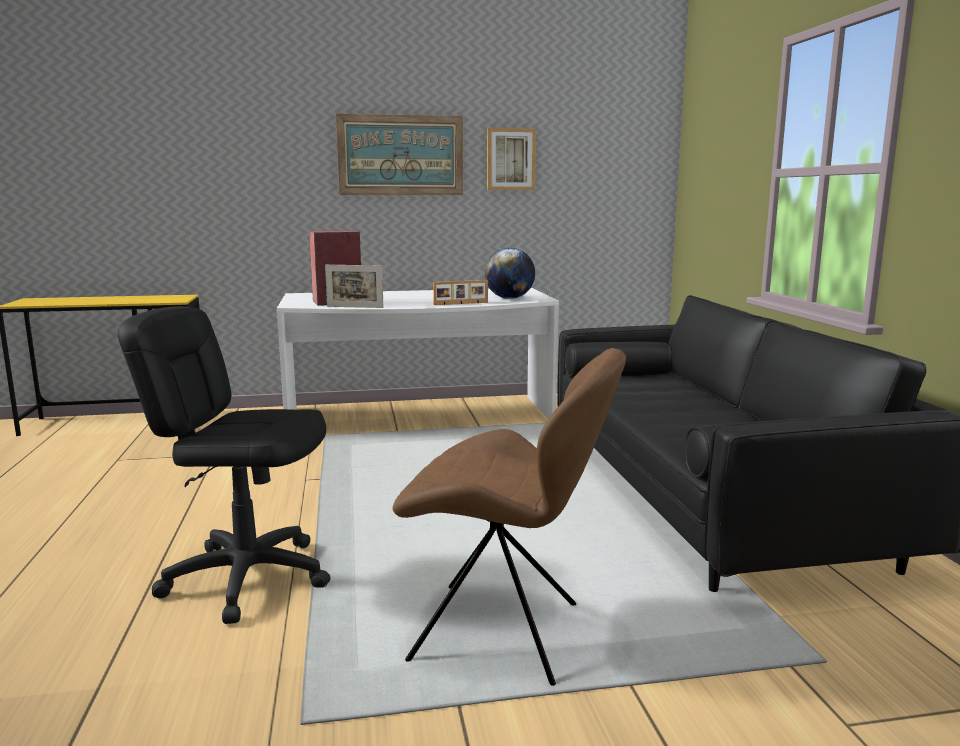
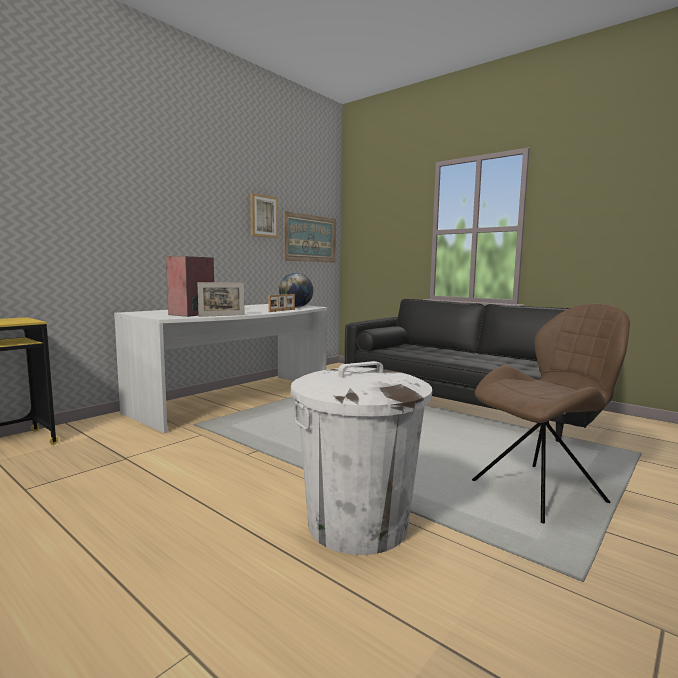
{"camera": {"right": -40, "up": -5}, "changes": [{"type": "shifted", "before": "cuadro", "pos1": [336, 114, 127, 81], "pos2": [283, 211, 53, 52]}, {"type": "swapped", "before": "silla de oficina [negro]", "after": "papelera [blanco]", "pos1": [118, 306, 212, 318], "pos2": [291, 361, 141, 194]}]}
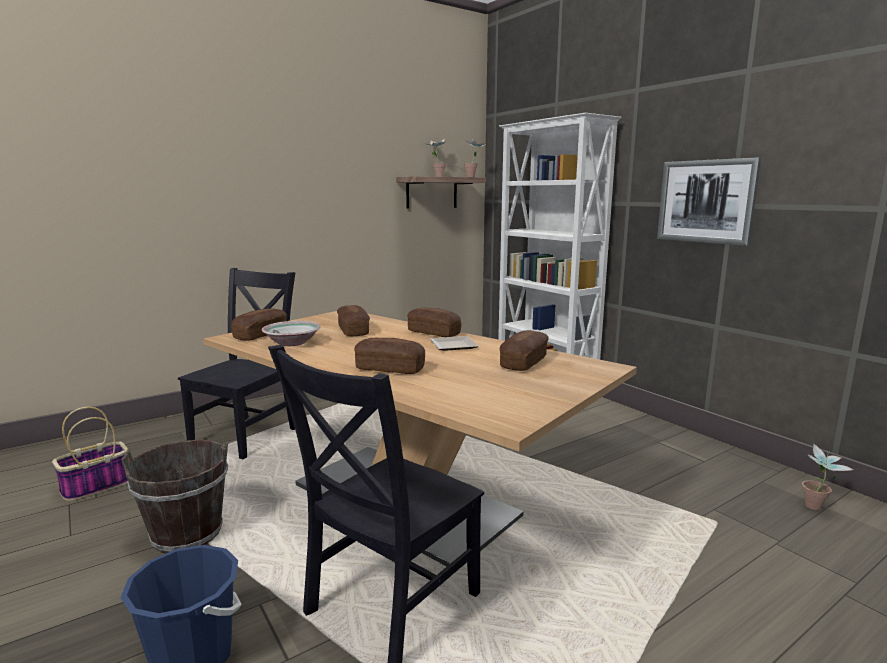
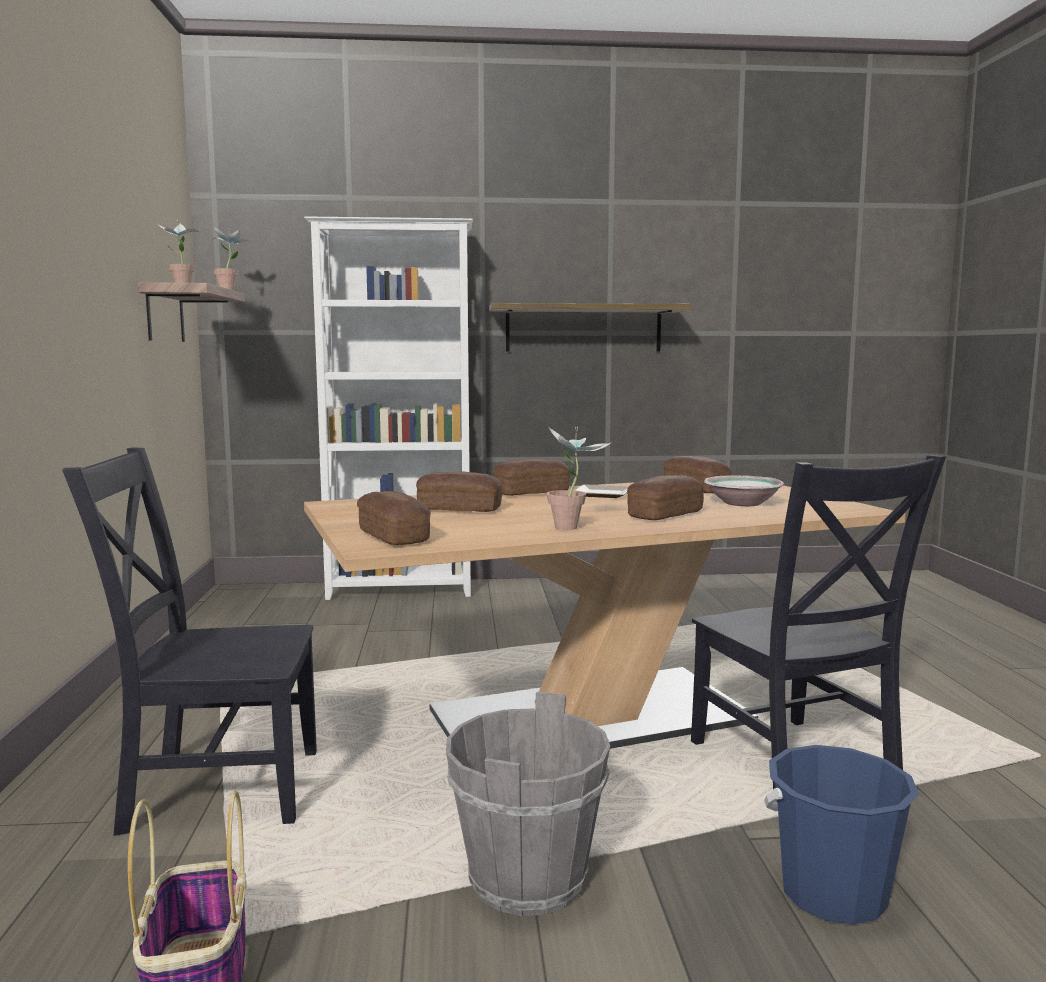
{"camera": {"right": -60, "up": -5}, "changes": [{"type": "rotated", "before": "silla [negro]", "pos1": [178, 268, 117, 191], "pos2": [62, 447, 255, 389], "turn": -60}, {"type": "repainted", "before": "cubo [marrón]", "after": "cubo [gris]", "pos1": [121, 440, 107, 114], "pos2": [446, 692, 164, 224]}, {"type": "swapped", "before": "cuadro", "after": "estante", "pos1": [657, 157, 104, 89], "pos2": [489, 303, 203, 48]}, {"type": "shifted", "before": "planta en maceta", "pos1": [802, 444, 52, 66], "pos2": [546, 427, 66, 103]}, {"type": "shifted", "before": "cuenco", "pos1": [262, 321, 59, 25], "pos2": [704, 475, 80, 31]}]}
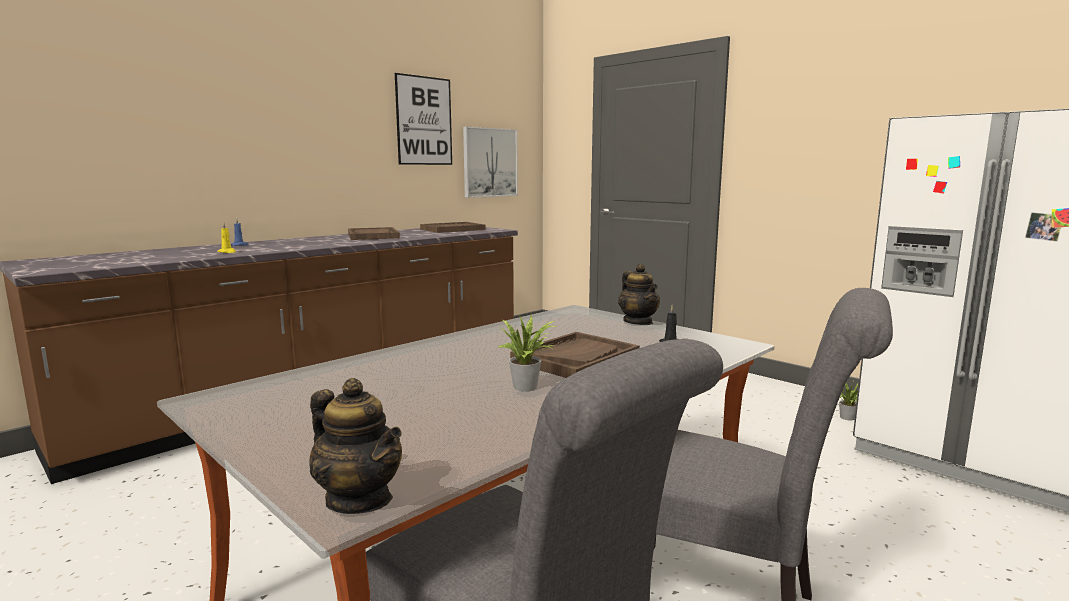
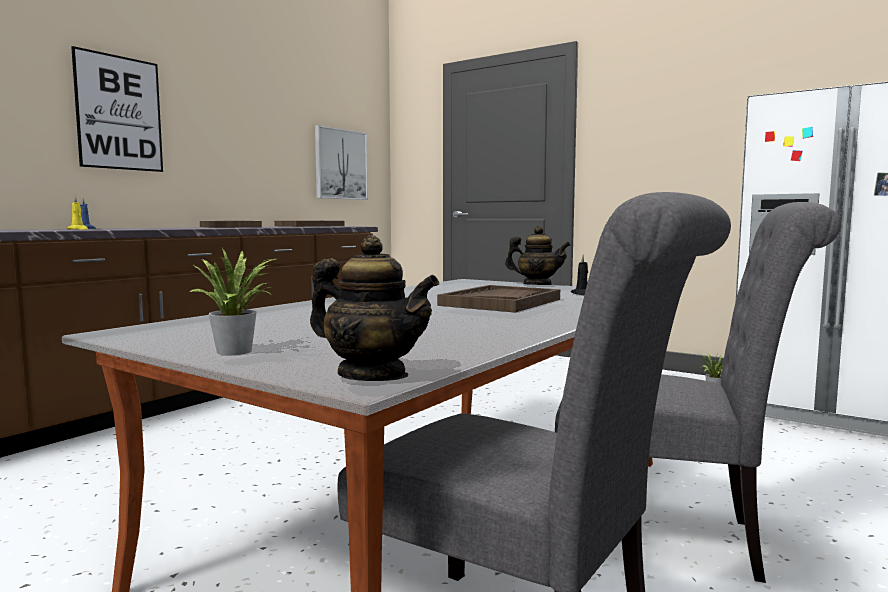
{"camera": {"right": -10, "up": -5}, "changes": [{"type": "shifted", "before": "cuadro", "pos1": [395, 73, 57, 92], "pos2": [71, 46, 92, 126]}, {"type": "shifted", "before": "planta en maceta", "pos1": [499, 315, 58, 76], "pos2": [188, 248, 88, 107]}, {"type": "rotated", "before": "tetera", "pos1": [618, 264, 42, 61], "pos2": [505, 226, 66, 59], "turn": -45}]}
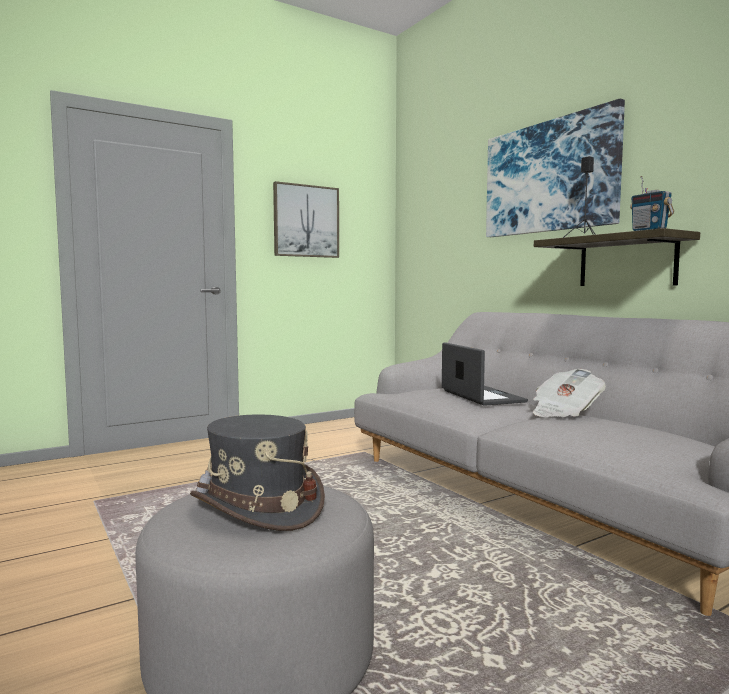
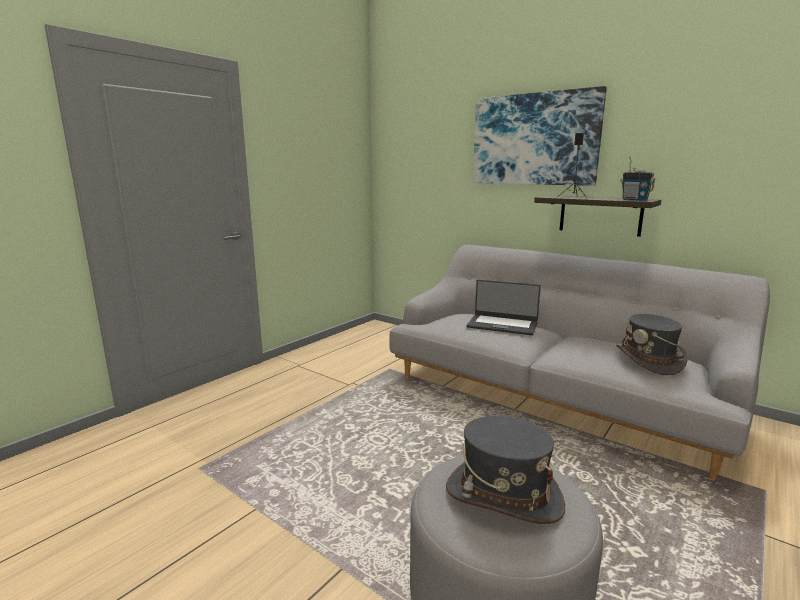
{"camera": {"right": -20, "up": 10}, "changes": [{"type": "rotated", "before": "portátil", "pos1": [442, 342, 86, 64], "pos2": [467, 280, 74, 55], "turn": 150}, {"type": "new", "after": "sombrero [gris]", "pos2": [616, 314, 71, 61]}, {"type": "gone", "before": "cuadro", "pos1": [273, 181, 66, 77]}, {"type": "gone", "before": "periódico", "pos1": [533, 369, 73, 48]}]}
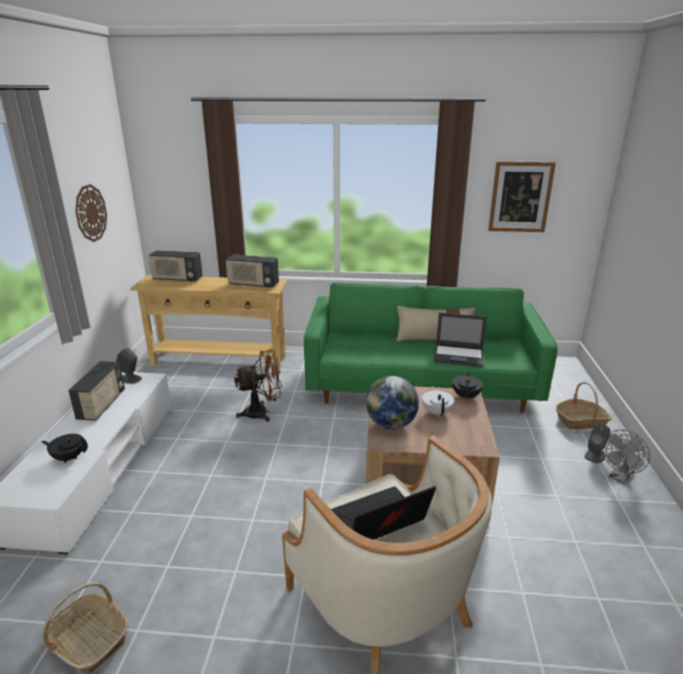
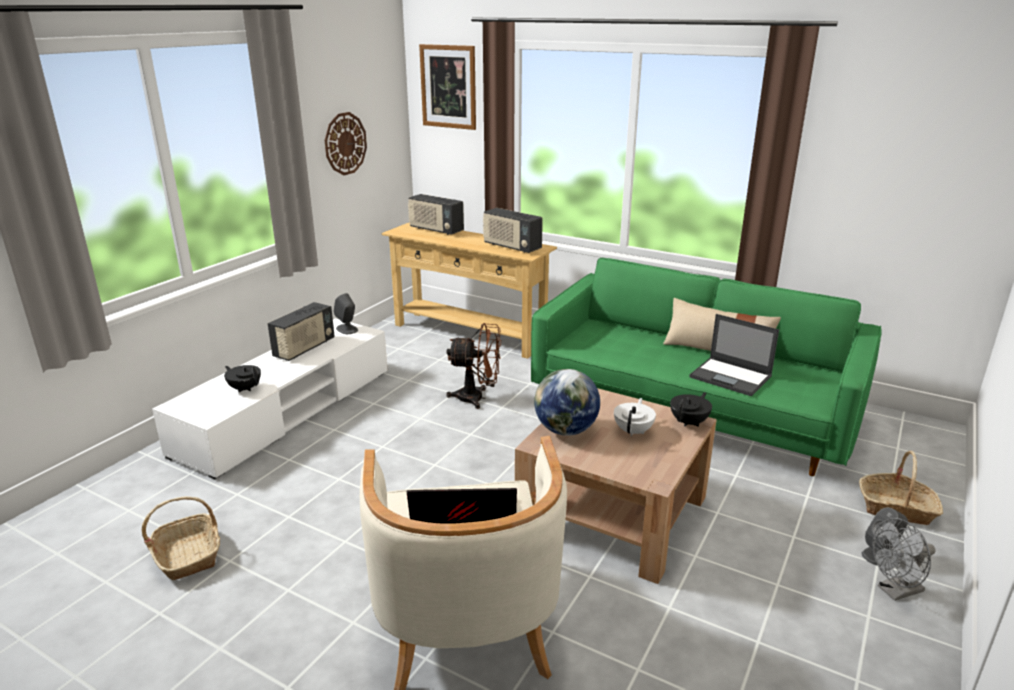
{"camera": {"right": 25, "up": 0}, "changes": [{"type": "shifted", "before": "cuadro", "pos1": [488, 161, 68, 71], "pos2": [419, 44, 57, 86]}]}
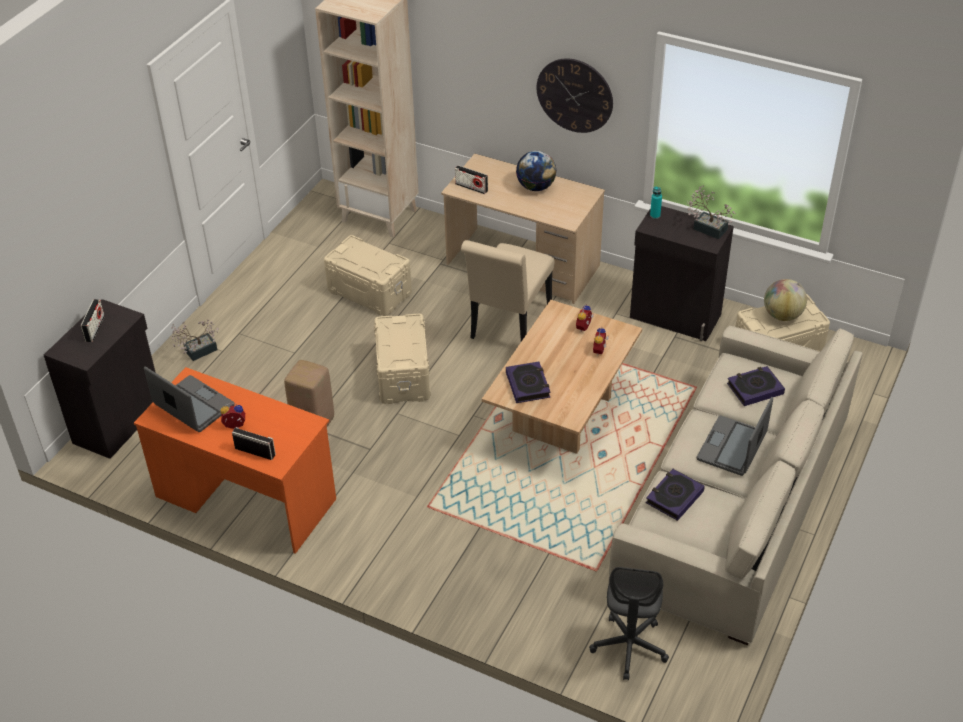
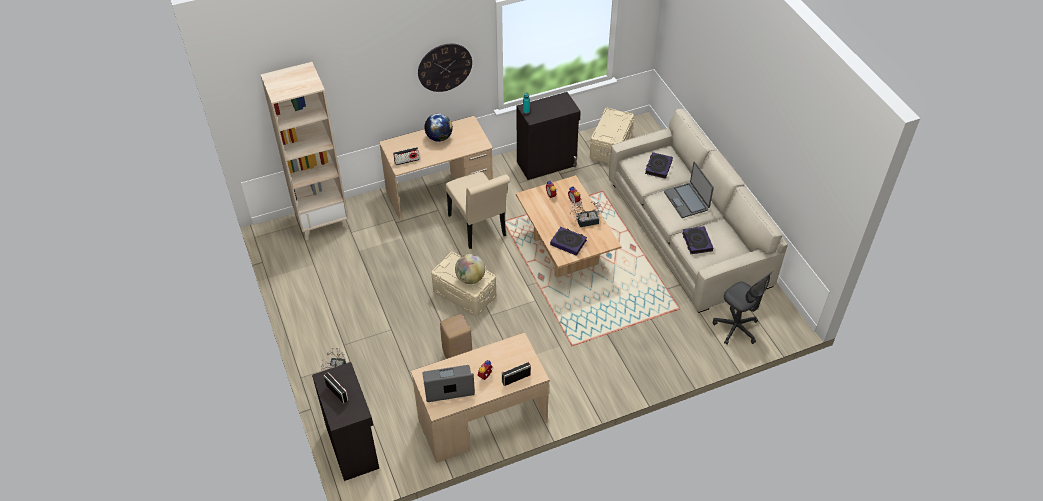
{"camera": {"right": -50, "up": 5}, "changes": [{"type": "repainted", "before": "escritorio [naranja]", "after": "escritorio [beis]", "pos1": [134, 367, 202, 187], "pos2": [411, 333, 139, 130]}, {"type": "shifted", "before": "globo terráqueo", "pos1": [764, 279, 43, 42], "pos2": [455, 254, 30, 30]}, {"type": "shifted", "before": "planta en maceta", "pos1": [687, 186, 49, 53], "pos2": [569, 199, 35, 28]}, {"type": "gone", "before": "caja de almacenaje [beis]", "pos1": [324, 235, 88, 81]}]}
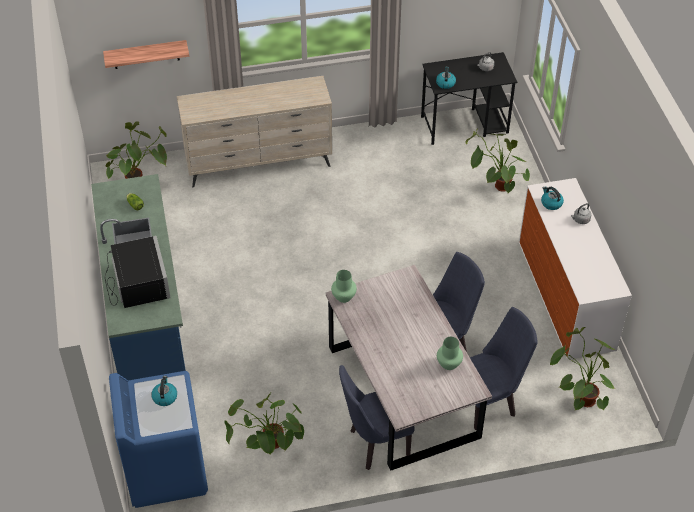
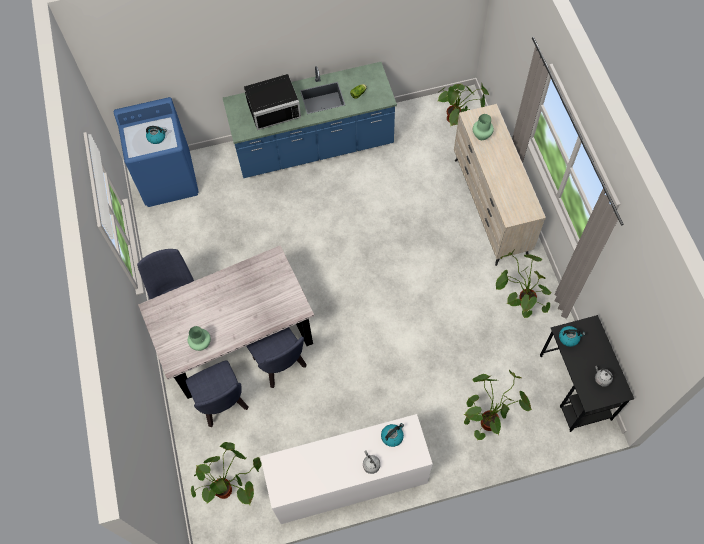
{"camera": {"right": 90, "up": 15}, "changes": [{"type": "shifted", "before": "florero [verde]", "pos1": [331, 270, 26, 33], "pos2": [473, 114, 21, 26]}, {"type": "shifted", "before": "planta en maceta", "pos1": [224, 393, 80, 61], "pos2": [496, 249, 56, 69]}, {"type": "gone", "before": "estante", "pos1": [103, 40, 86, 29]}]}
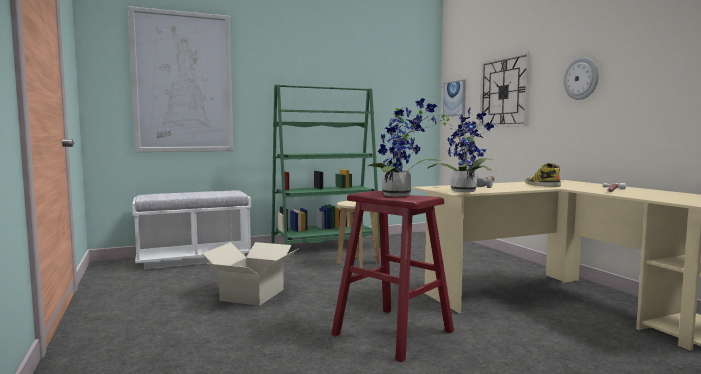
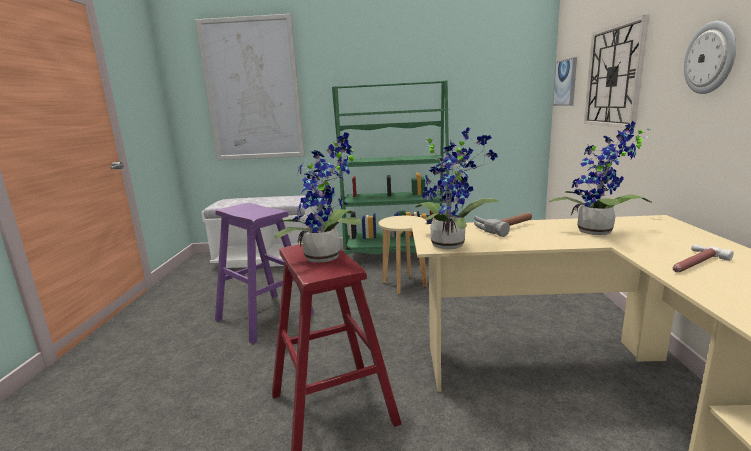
{"camera": {"right": 25, "up": 10}, "changes": [{"type": "swapped", "before": "caja de cartón", "after": "taburete [morado]", "pos1": [202, 242, 97, 64], "pos2": [215, 203, 99, 141]}, {"type": "swapped", "before": "bota", "after": "planta en maceta", "pos1": [525, 163, 36, 24], "pos2": [549, 121, 103, 114]}]}
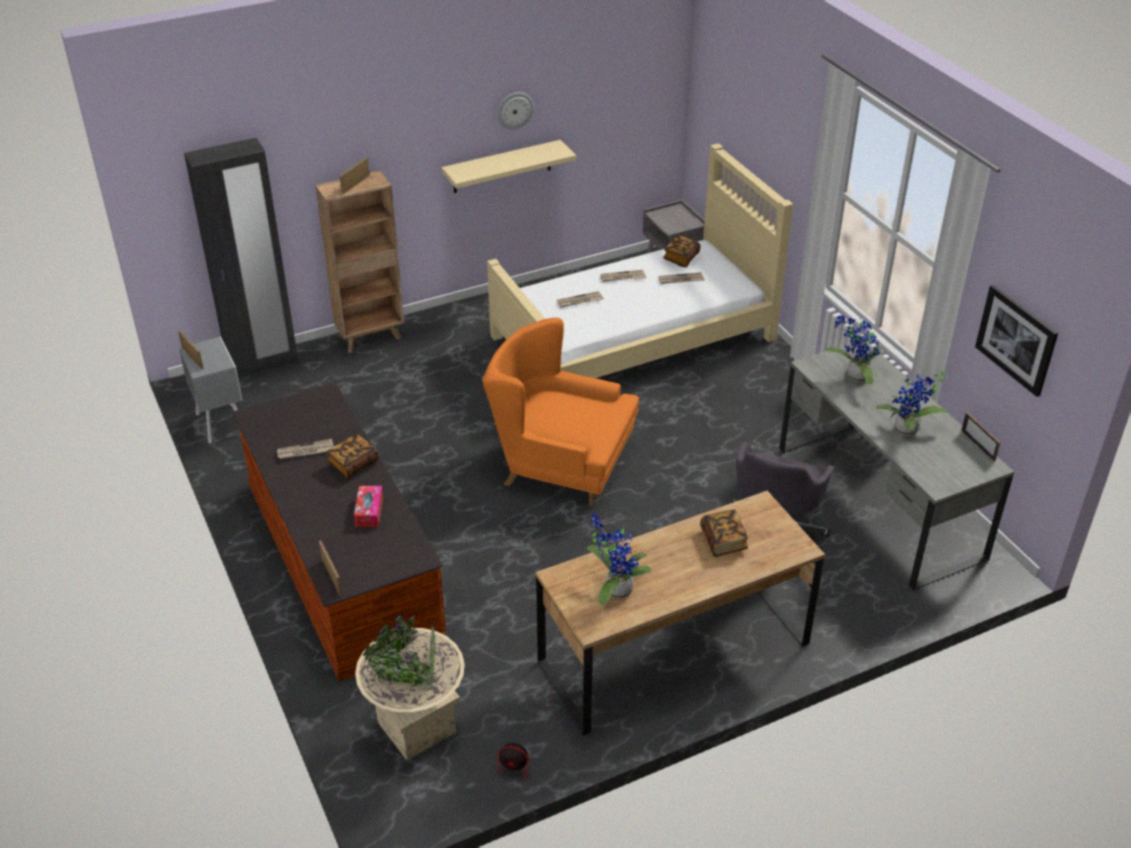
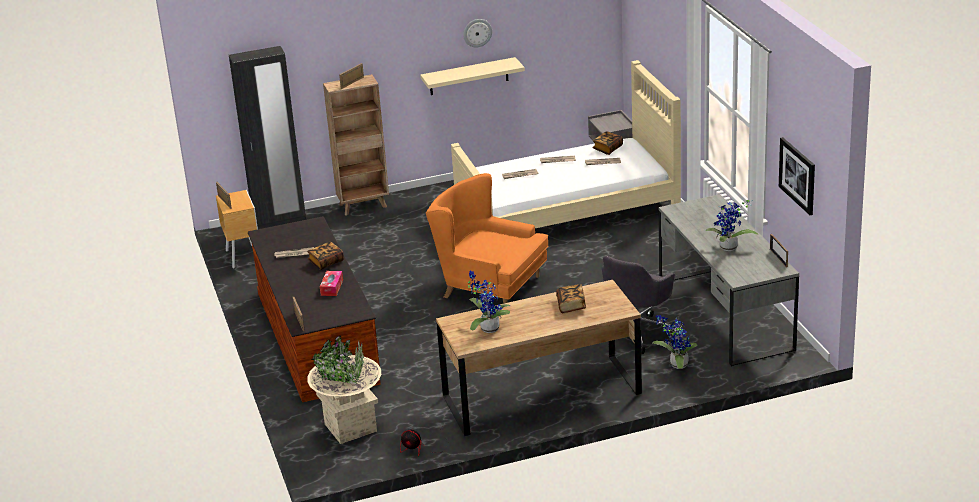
{"camera": {"right": 10, "up": -10}, "changes": [{"type": "repainted", "before": "mesita de noche [gris]", "after": "mesita de noche [marrón]", "pos1": [179, 337, 63, 107], "pos2": [216, 190, 42, 78]}, {"type": "shifted", "before": "planta en maceta", "pos1": [826, 316, 56, 68], "pos2": [653, 315, 44, 54]}]}
